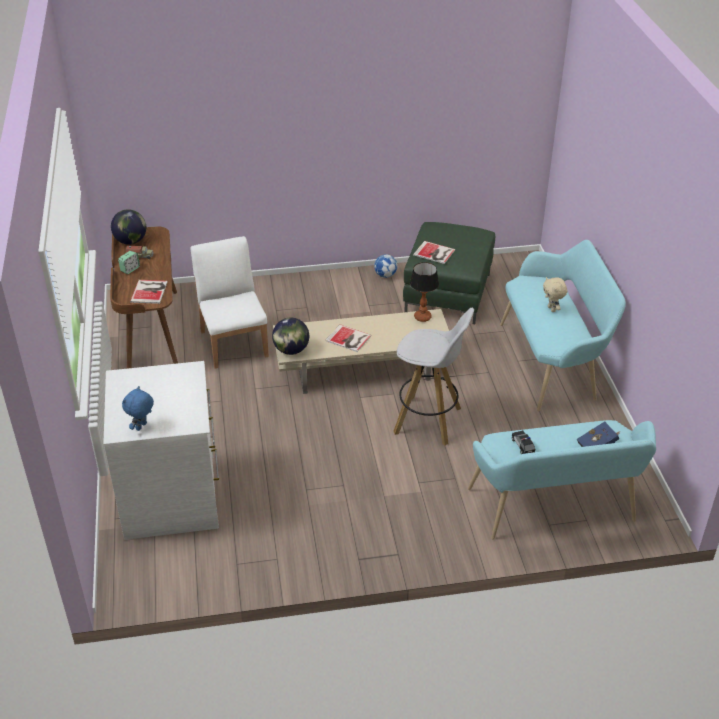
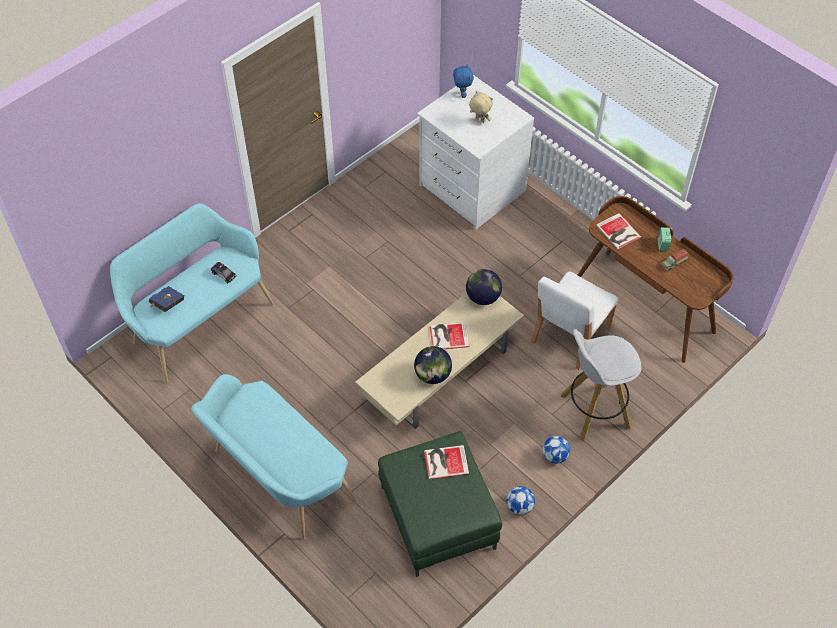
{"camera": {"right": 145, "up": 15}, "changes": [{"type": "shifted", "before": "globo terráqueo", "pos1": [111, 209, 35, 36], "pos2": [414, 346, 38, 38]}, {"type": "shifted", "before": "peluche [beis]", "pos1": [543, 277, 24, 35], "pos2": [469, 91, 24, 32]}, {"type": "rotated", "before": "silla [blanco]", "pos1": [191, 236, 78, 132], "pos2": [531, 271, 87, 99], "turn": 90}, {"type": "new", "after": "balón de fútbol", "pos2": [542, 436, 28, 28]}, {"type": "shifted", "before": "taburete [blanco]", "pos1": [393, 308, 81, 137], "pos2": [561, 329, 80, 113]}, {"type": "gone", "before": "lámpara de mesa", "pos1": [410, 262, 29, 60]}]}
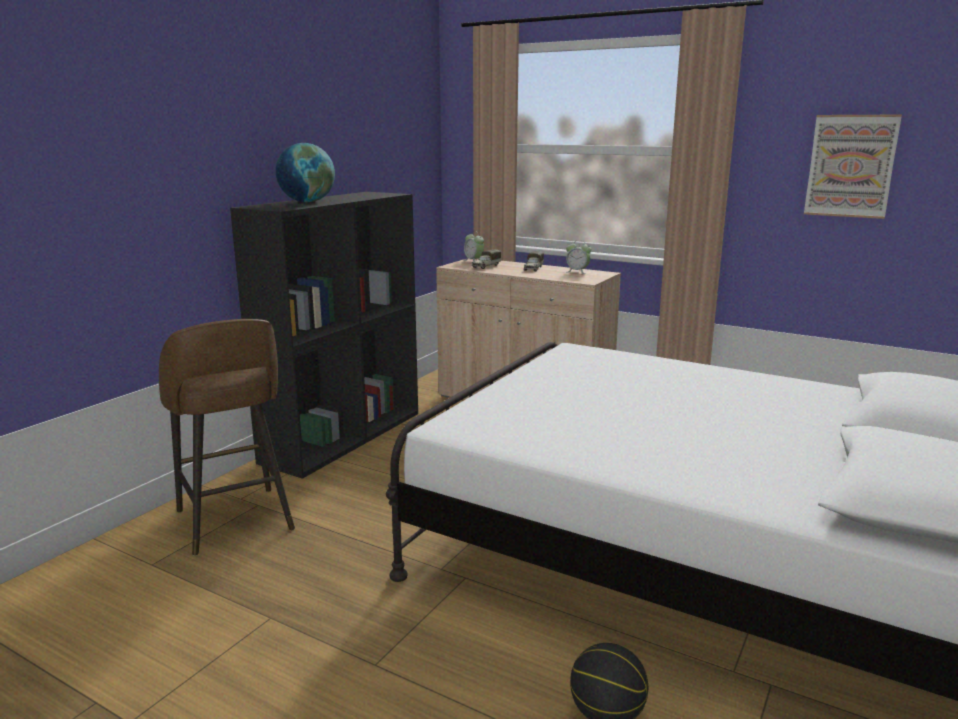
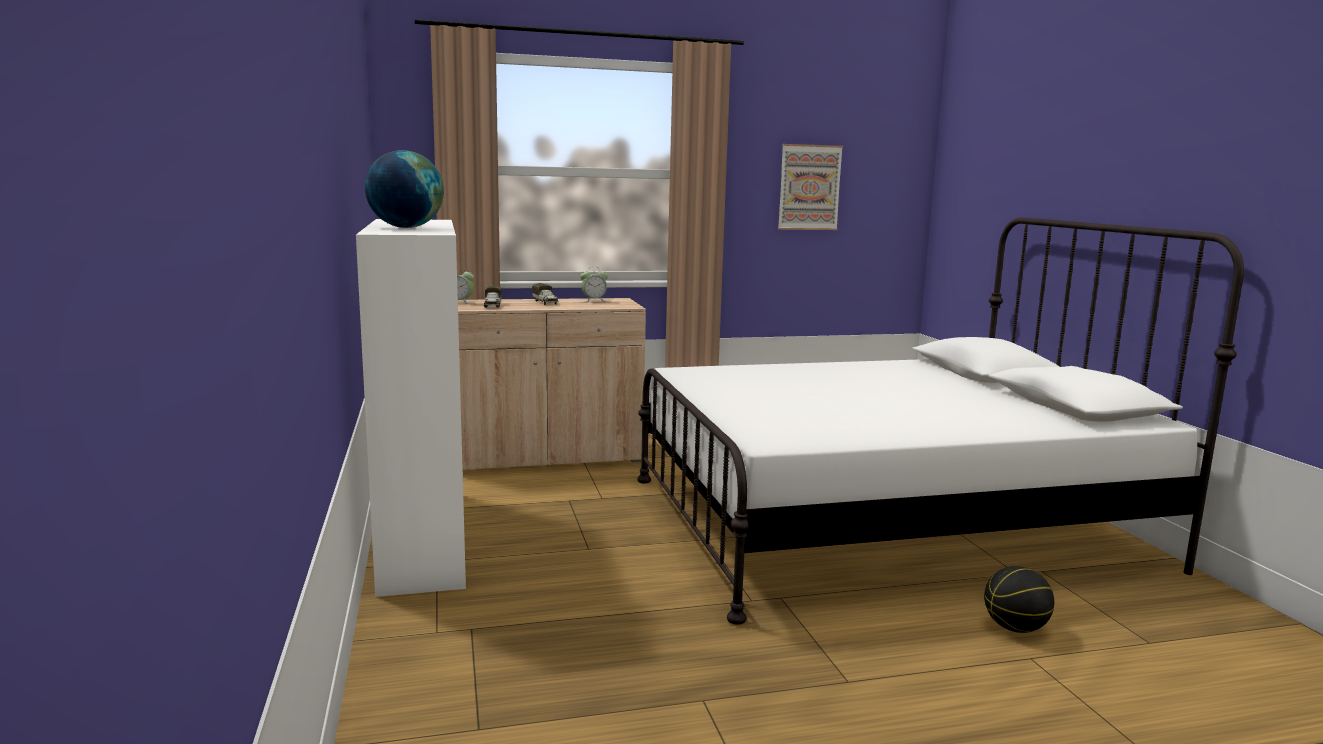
{"camera": {"right": -45, "up": -5}, "changes": [{"type": "repainted", "before": "estantería [negro]", "after": "estantería [blanco]", "pos1": [230, 192, 188, 287], "pos2": [356, 219, 110, 378]}, {"type": "gone", "before": "taburete [marrón]", "pos1": [159, 319, 136, 237]}]}
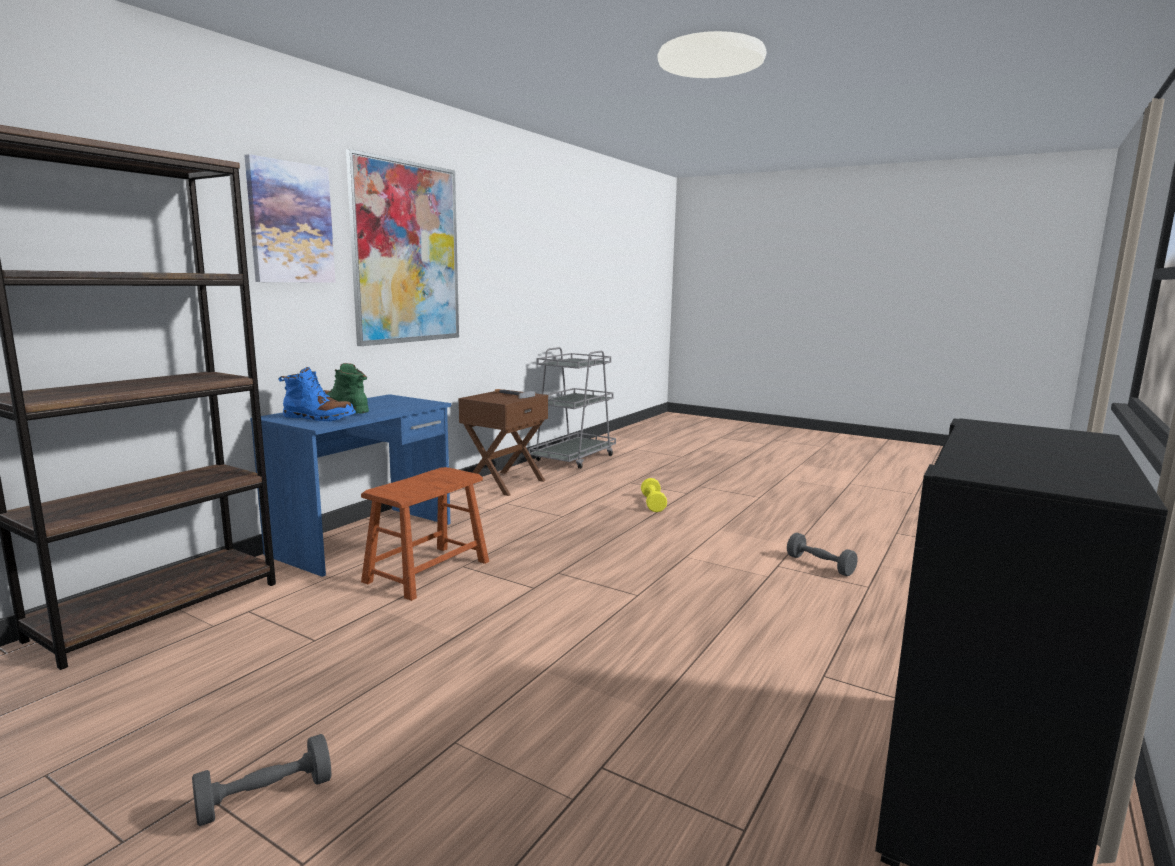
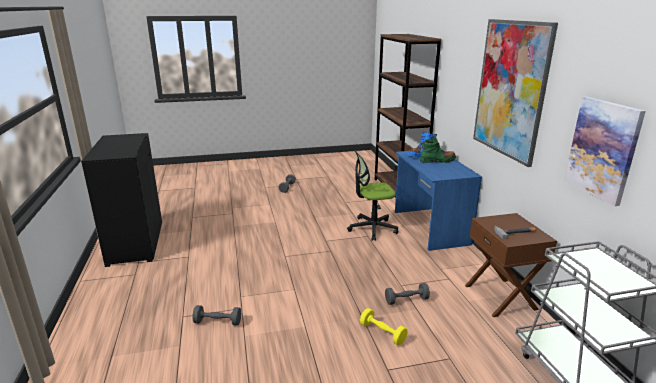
{"camera": {"right": 135, "up": 10}, "changes": [{"type": "swapped", "before": "taburete [marrón]", "after": "silla de oficina", "pos1": [361, 467, 128, 134], "pos2": [347, 150, 51, 91]}, {"type": "new", "after": "mancuerna [gris]", "pos2": [385, 283, 45, 22]}, {"type": "shifted", "before": "cuadro", "pos1": [244, 154, 91, 129], "pos2": [564, 97, 82, 109]}]}
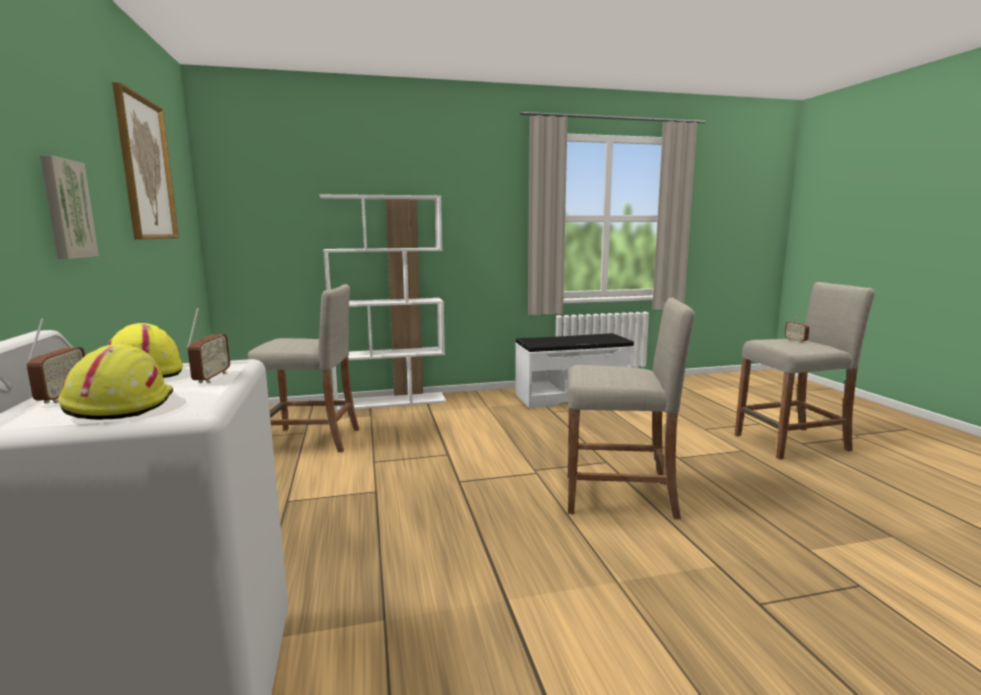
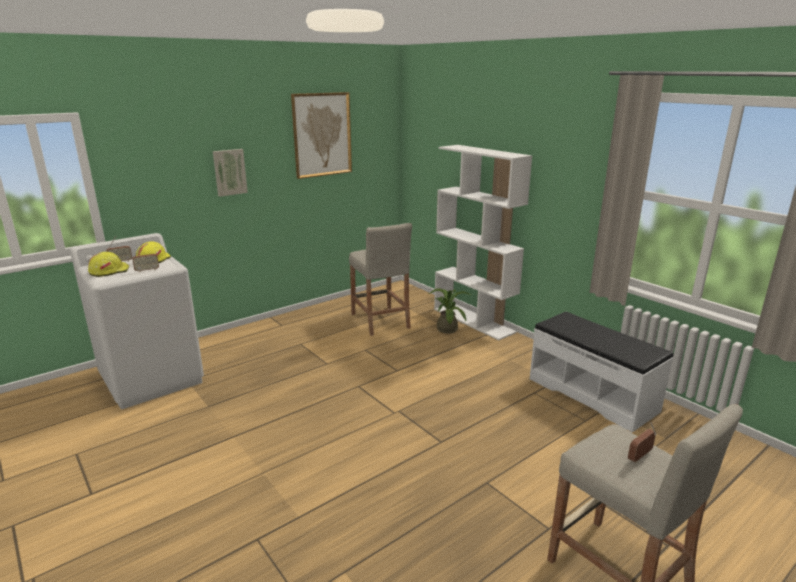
{"camera": {"right": 65, "up": 10}, "changes": [{"type": "new", "after": "planta en maceta", "pos2": [429, 288, 42, 45]}, {"type": "gone", "before": "taburete [beis]", "pos1": [568, 297, 127, 223]}]}
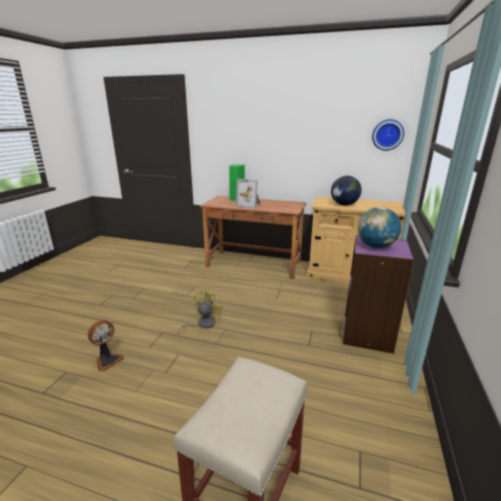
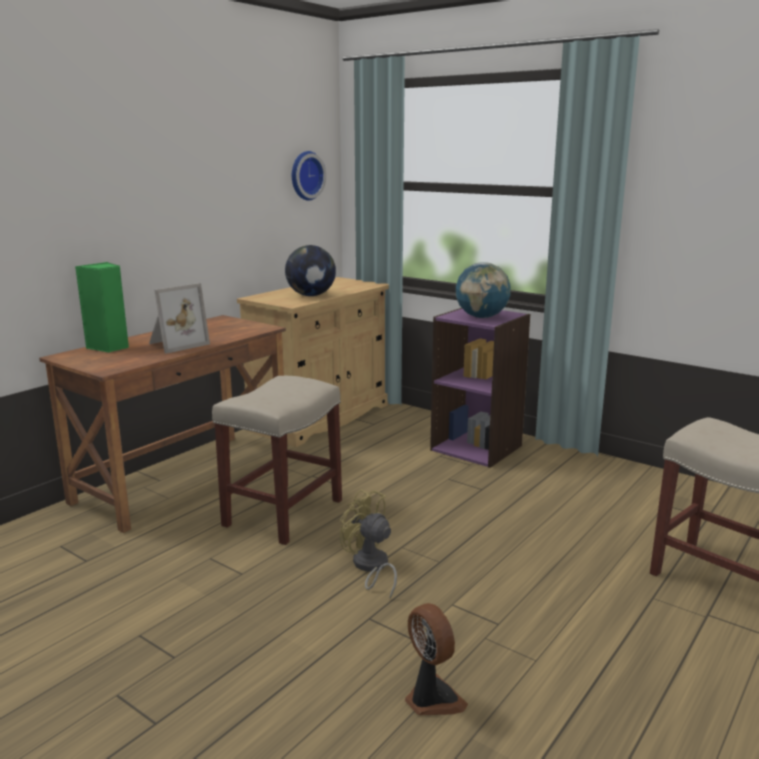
{"camera": {"right": -70, "up": -5}, "changes": [{"type": "new", "after": "taburete [beis]", "pos2": [212, 376, 130, 169]}]}
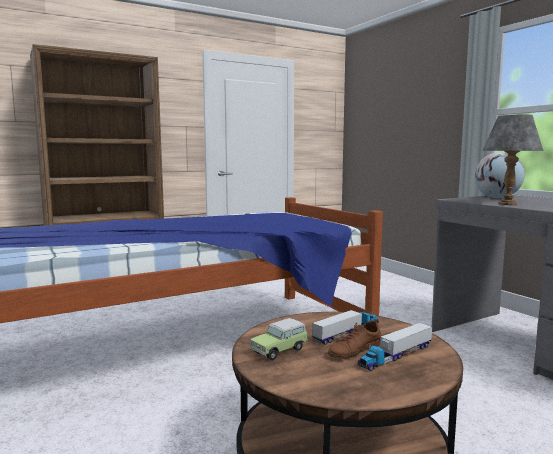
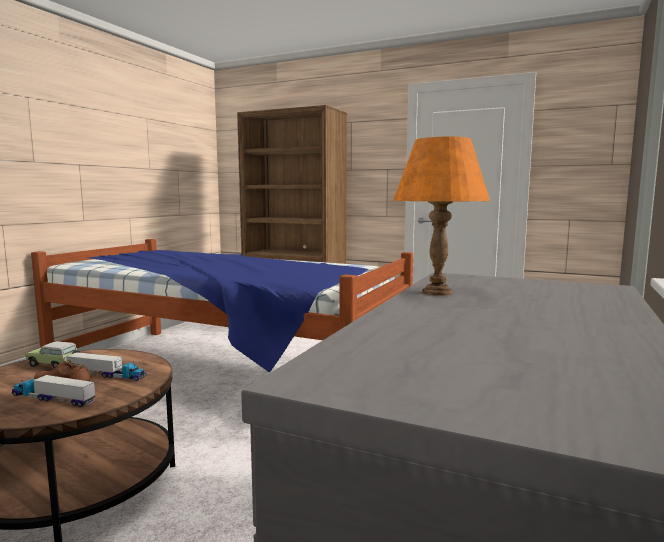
{"camera": {"right": 55, "up": 0}, "changes": [{"type": "repainted", "before": "lámpara de mesa [gris]", "after": "lámpara de mesa [naranja]", "pos1": [483, 115, 60, 90], "pos2": [393, 137, 97, 158]}, {"type": "gone", "before": "globo terráqueo", "pos1": [474, 152, 51, 46]}]}
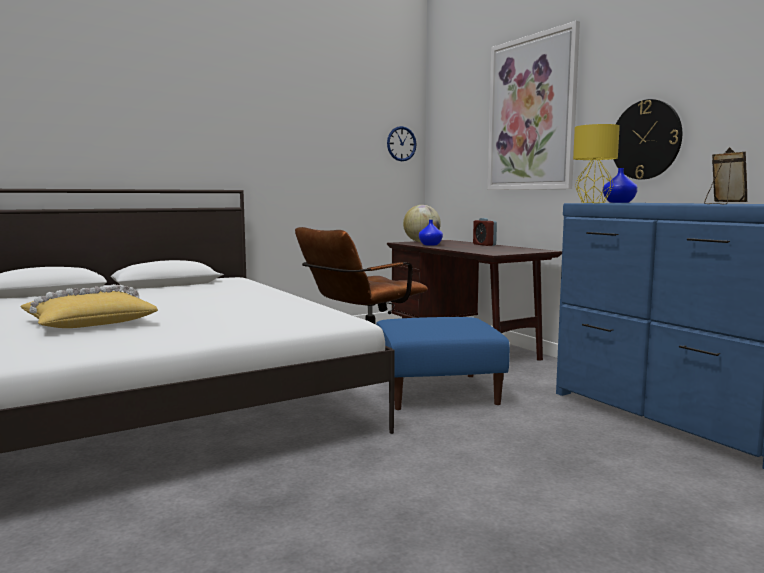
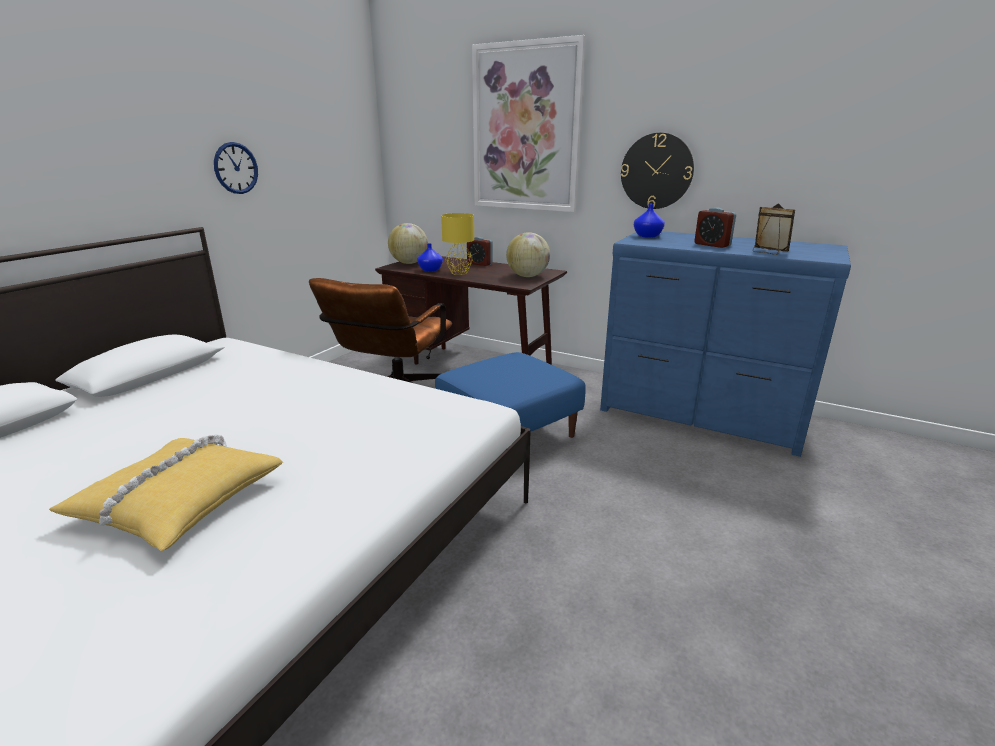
{"camera": {"right": -30, "up": 15}, "changes": [{"type": "shifted", "before": "reloj de pared", "pos1": [387, 126, 30, 36], "pos2": [214, 142, 44, 52]}, {"type": "shifted", "before": "lámpara de mesa [amarillo]", "pos1": [573, 124, 47, 79], "pos2": [441, 213, 33, 62]}, {"type": "new", "after": "globo terráqueo", "pos2": [506, 232, 44, 45]}, {"type": "new", "after": "despertador", "pos2": [694, 208, 42, 40]}]}
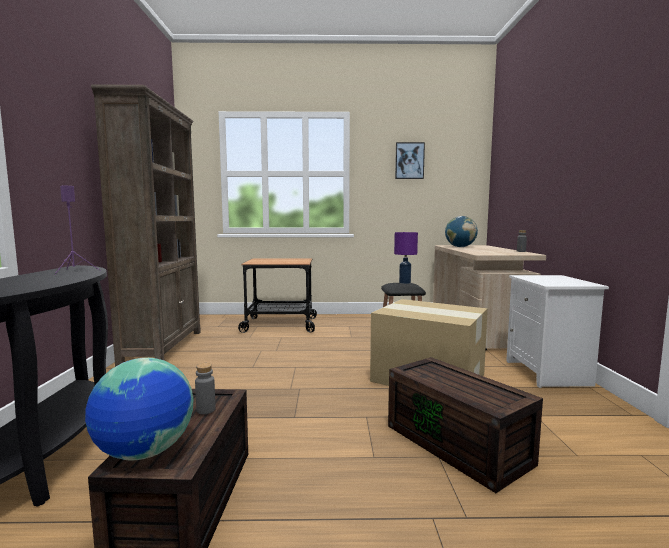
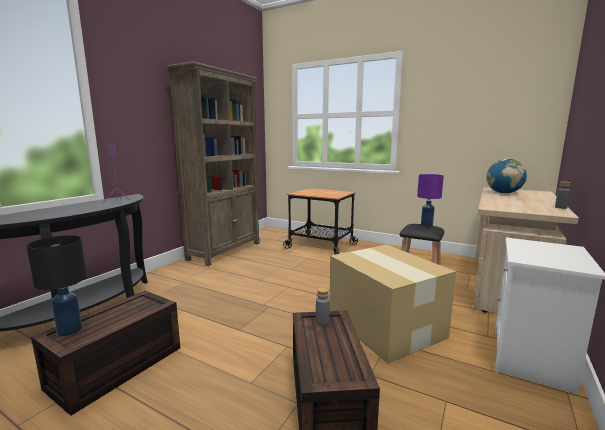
{"camera": {"right": 30, "up": 5}, "changes": [{"type": "swapped", "before": "globo terráqueo", "after": "lámpara de mesa [negro]", "pos1": [85, 358, 108, 102], "pos2": [27, 235, 60, 101]}, {"type": "shifted", "before": "botella [gris]", "pos1": [195, 363, 21, 51], "pos2": [316, 287, 14, 38]}, {"type": "gone", "before": "cuadro", "pos1": [395, 142, 30, 37]}]}
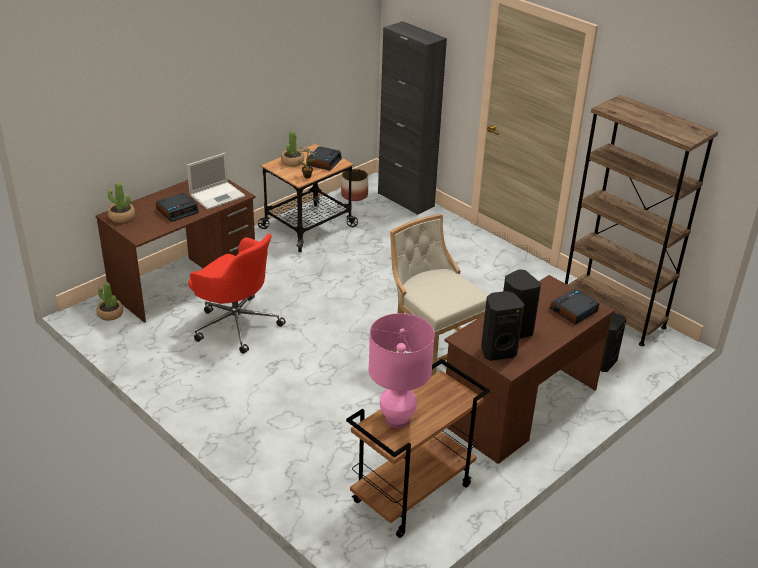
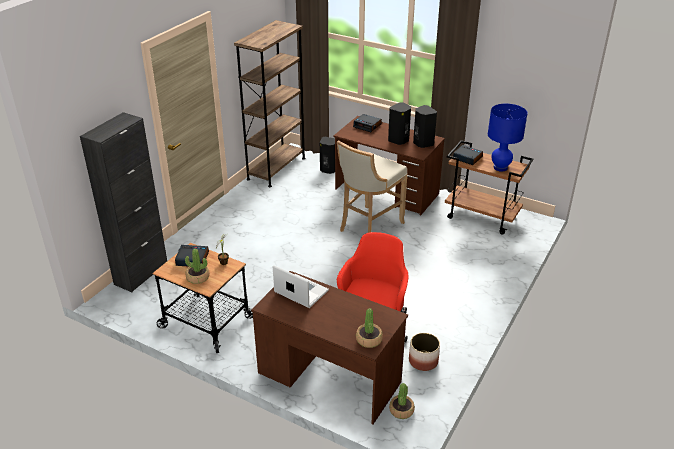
{"camera": {"right": -105, "up": 0}, "changes": [{"type": "shifted", "before": "maceta", "pos1": [341, 169, 27, 32], "pos2": [409, 333, 31, 38]}, {"type": "shifted", "before": "despertador", "pos1": [156, 193, 42, 29], "pos2": [453, 145, 30, 20]}, {"type": "repainted", "before": "lámpara de mesa [rosa]", "after": "lámpara de mesa [azul]", "pos1": [368, 313, 67, 115], "pos2": [488, 104, 39, 68]}]}
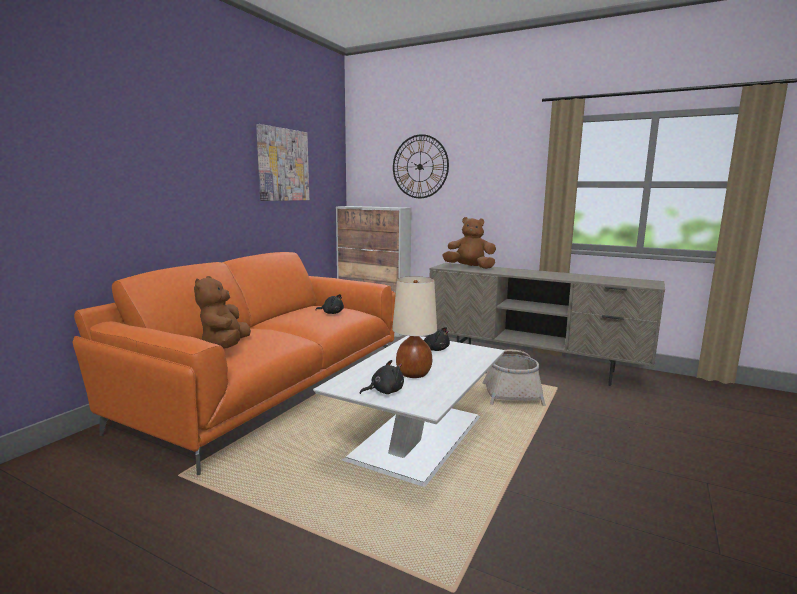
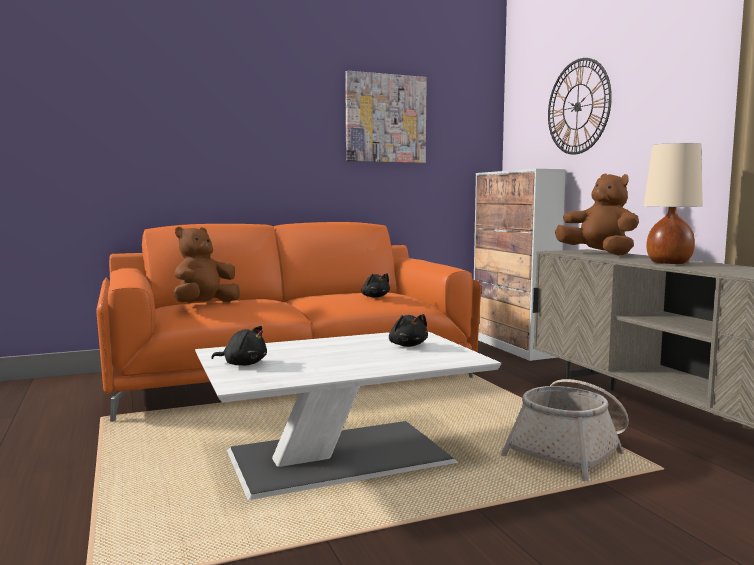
{"camera": {"right": 40, "up": -5}, "changes": [{"type": "shifted", "before": "lámpara de mesa [beis]", "pos1": [392, 276, 45, 102], "pos2": [644, 143, 59, 121]}]}
